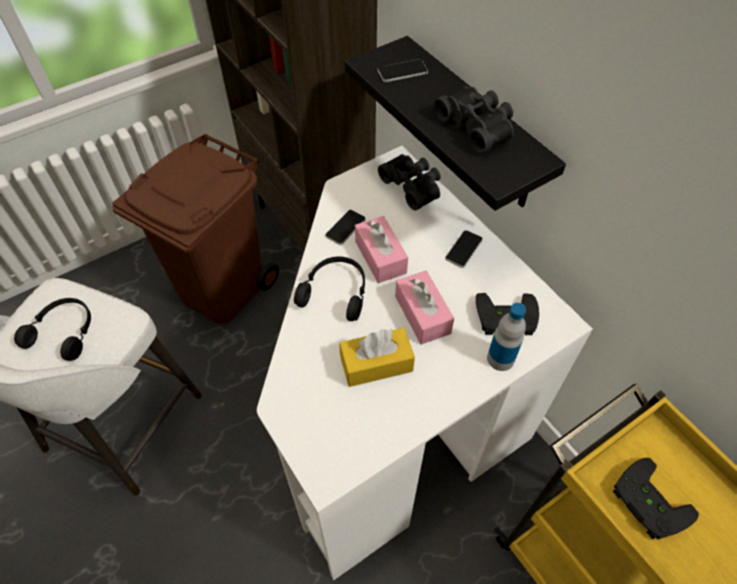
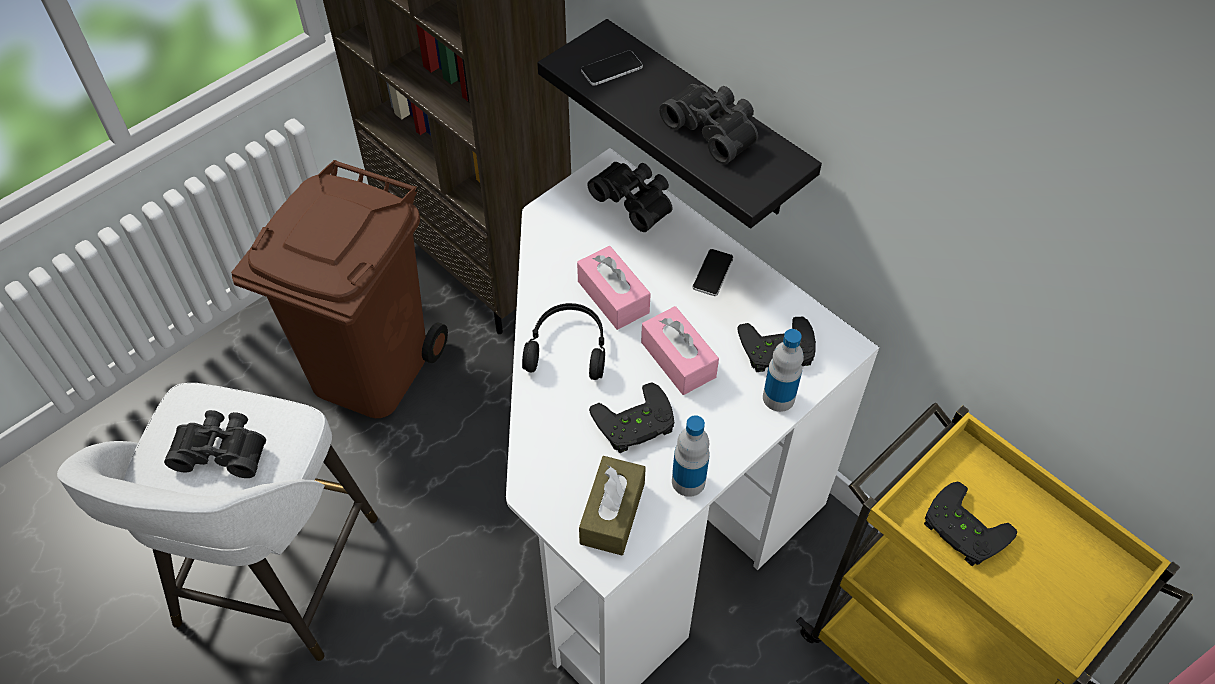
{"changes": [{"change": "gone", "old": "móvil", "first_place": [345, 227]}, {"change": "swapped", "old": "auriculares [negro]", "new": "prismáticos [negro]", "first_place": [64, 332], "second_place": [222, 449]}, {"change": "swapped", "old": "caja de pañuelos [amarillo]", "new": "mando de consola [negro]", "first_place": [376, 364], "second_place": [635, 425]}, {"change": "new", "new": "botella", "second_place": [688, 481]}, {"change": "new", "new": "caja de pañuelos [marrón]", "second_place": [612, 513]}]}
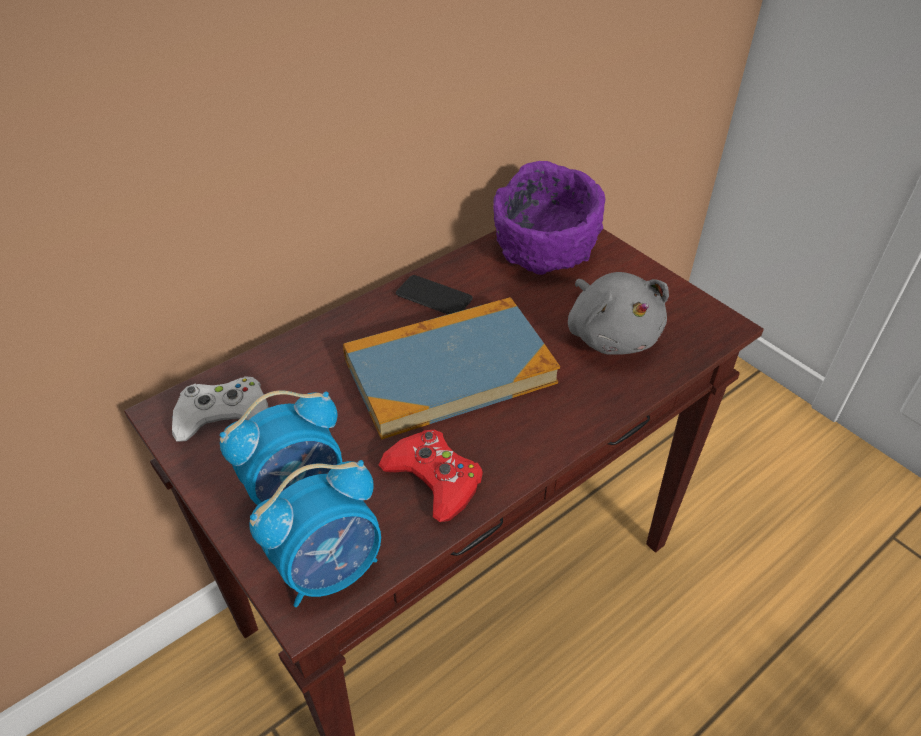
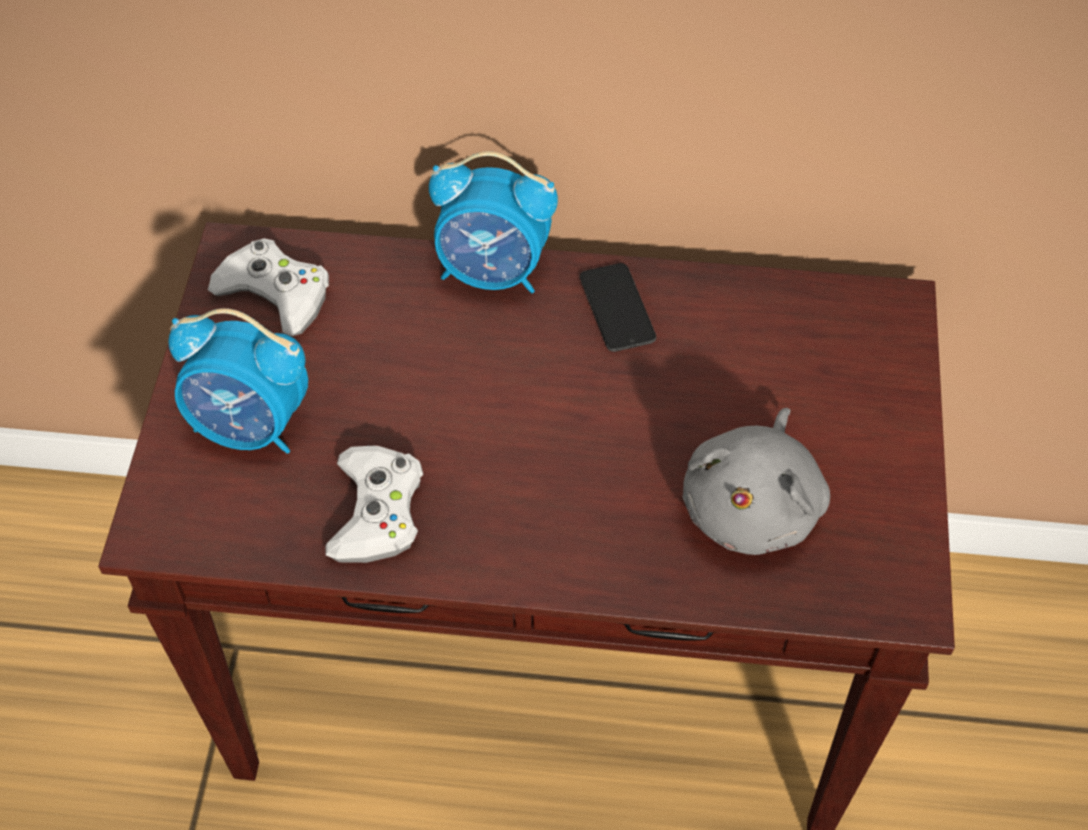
{"changes": [{"change": "gone", "old": "cuenco [morado]", "first_place": [545, 250]}, {"change": "gone", "old": "libro", "first_place": [449, 371]}, {"change": "repainted", "old": "mando de consola [rojo]", "new": "mando de consola [blanco]", "first_place": [434, 479], "second_place": [377, 511]}, {"change": "shifted", "old": "despertador", "first_place": [330, 569], "second_place": [493, 272]}]}
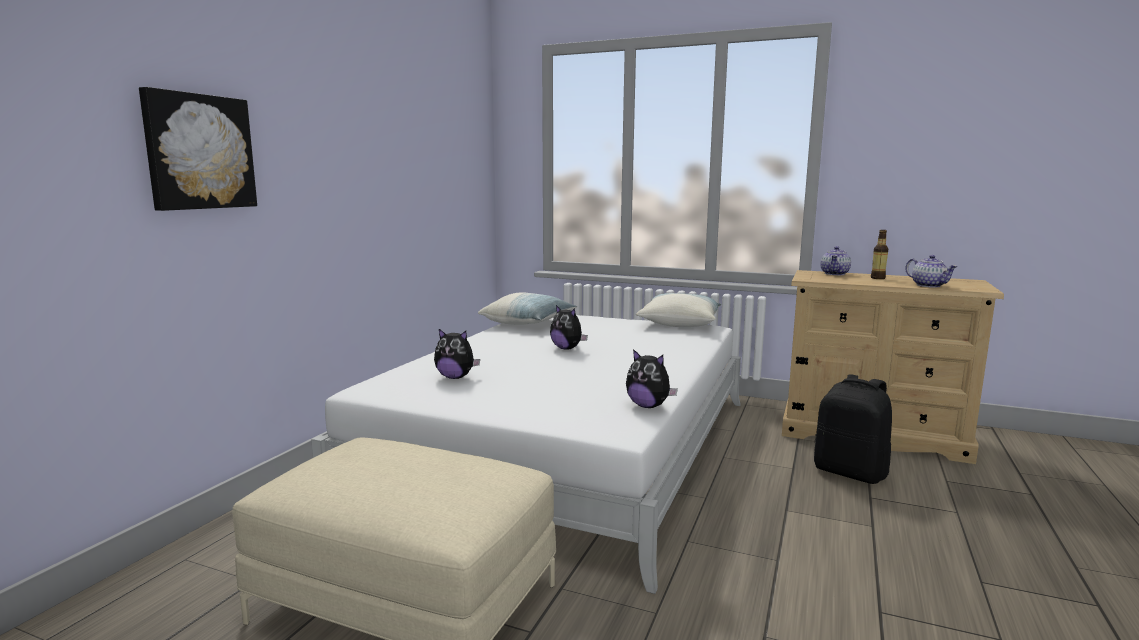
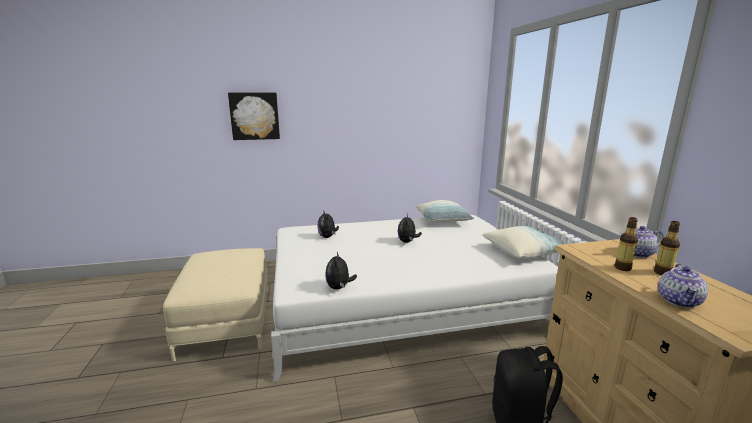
{"changes": [{"change": "new", "new": "botella", "second_place": [622, 268]}]}
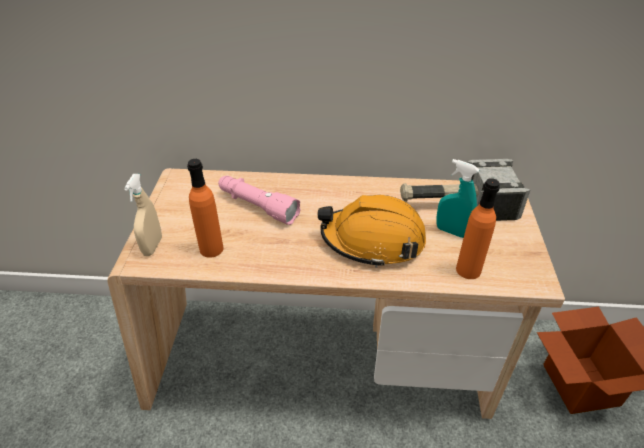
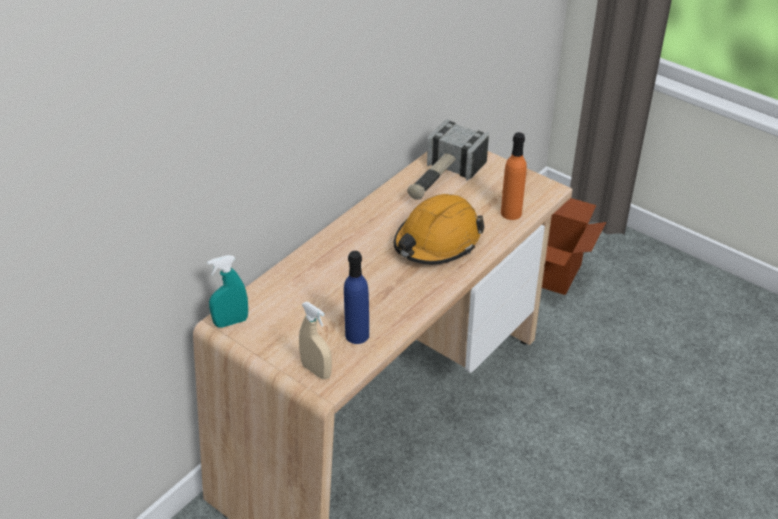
{"changes": [{"change": "repainted", "old": "botella [naranja]", "new": "botella [azul]", "first_place": [211, 249], "second_place": [357, 335]}, {"change": "shifted", "old": "pulverizador [turquesa]", "first_place": [451, 231], "second_place": [231, 322]}, {"change": "gone", "old": "linterna [rosa]", "first_place": [257, 206]}]}
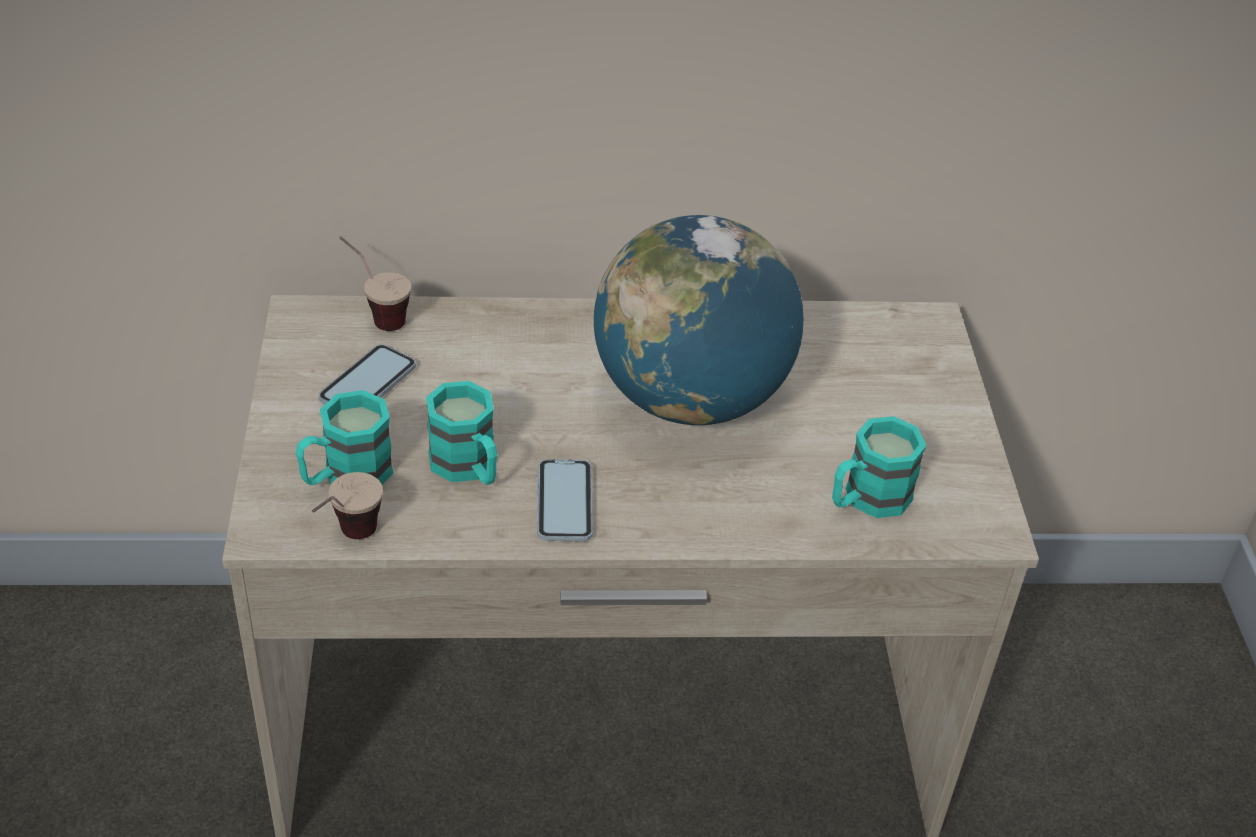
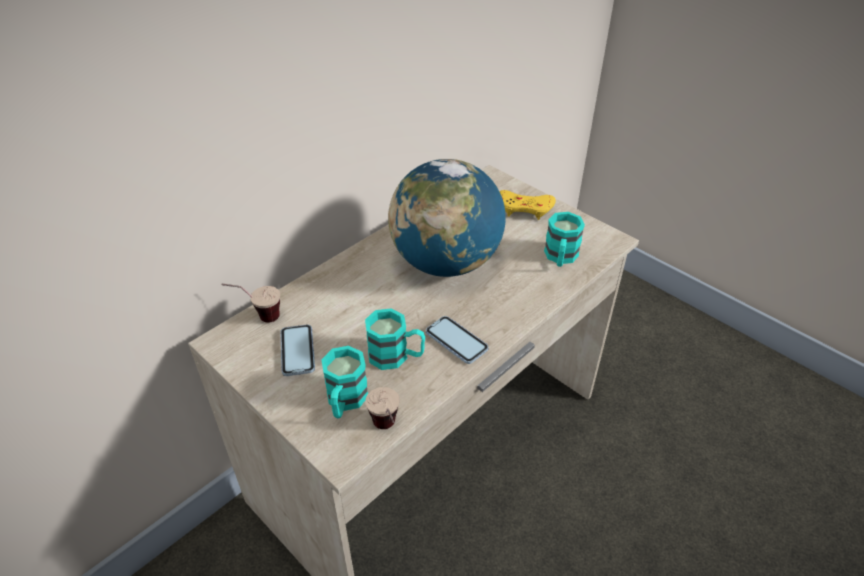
{"changes": [{"change": "new", "new": "mando de consola [amarillo]", "second_place": [525, 208]}]}
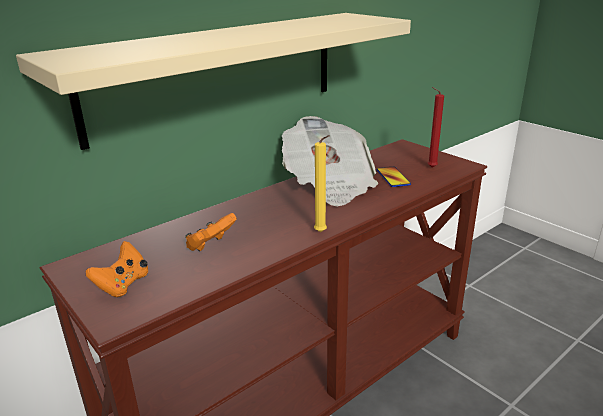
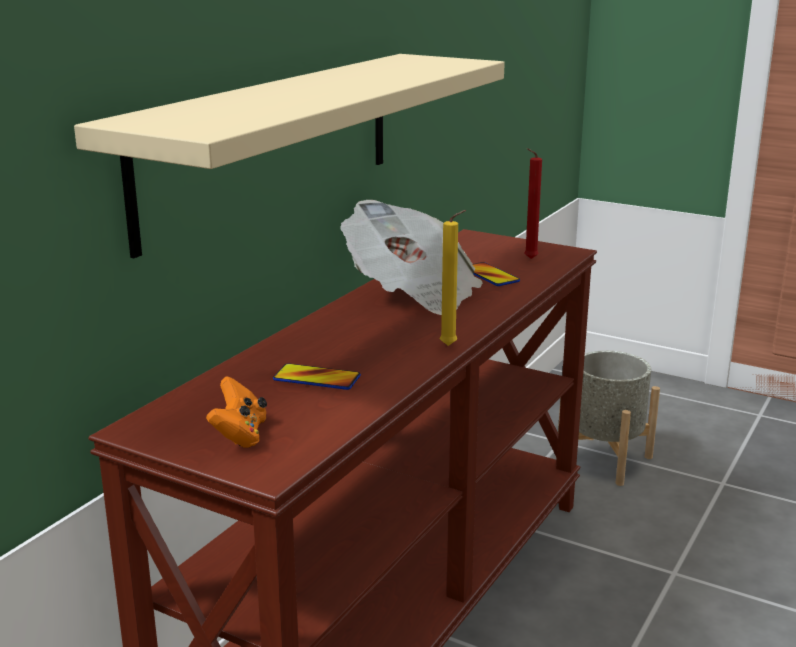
{"changes": [{"change": "swapped", "old": "mando de consola [naranja]", "new": "móvil", "first_place": [211, 245], "second_place": [317, 378]}, {"change": "new", "new": "maceta [gris]", "second_place": [604, 460]}]}
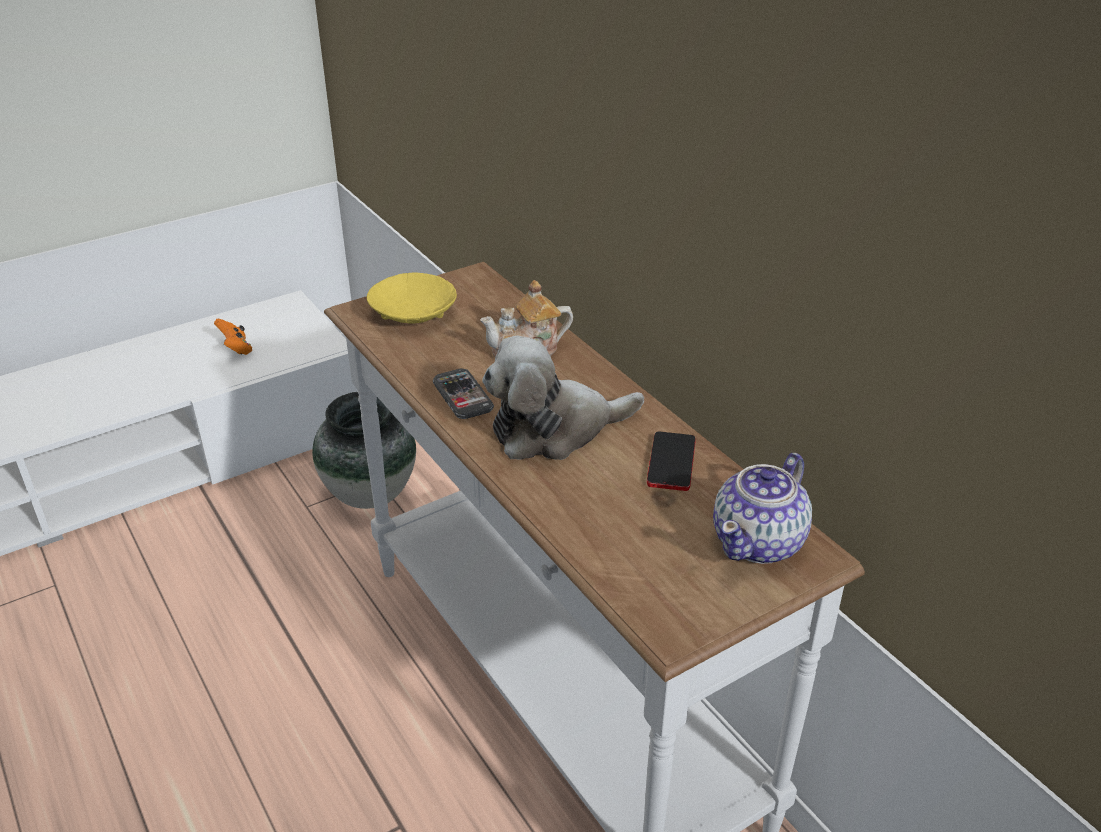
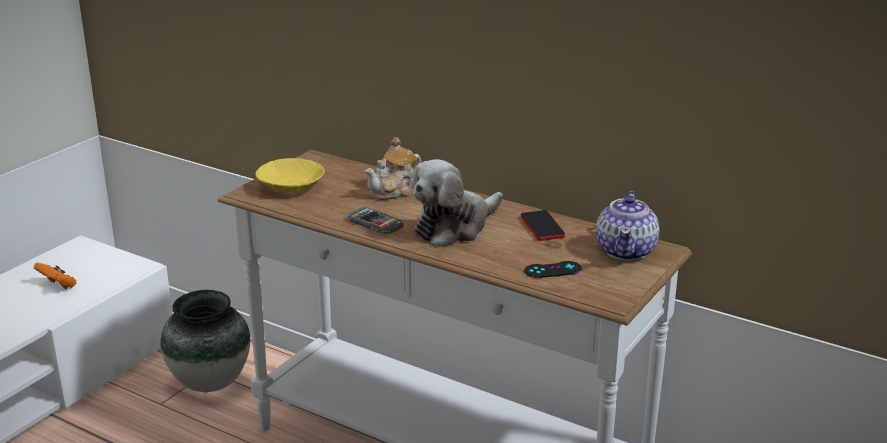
{"changes": [{"change": "new", "new": "mando de consola [negro]", "second_place": [553, 270]}]}
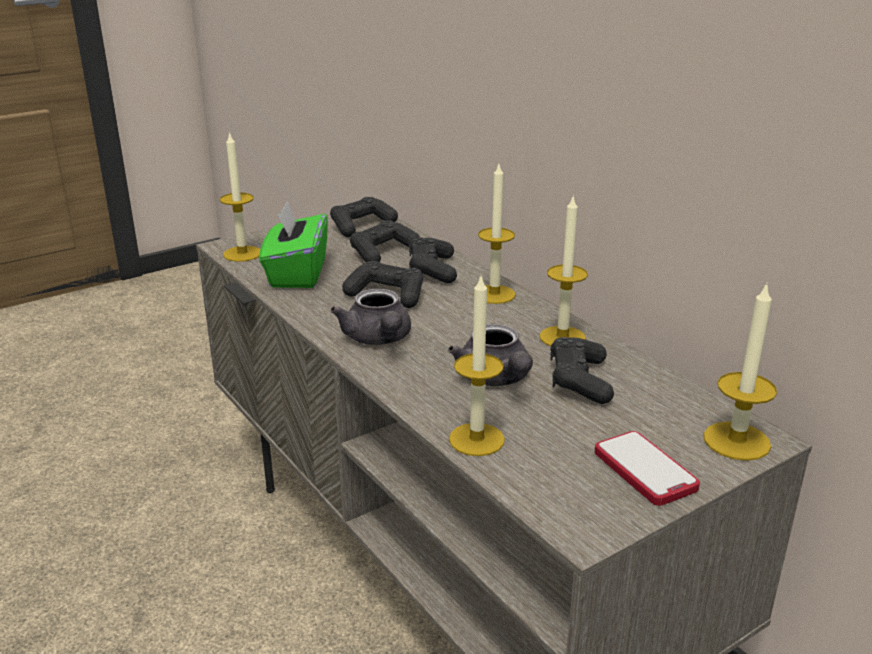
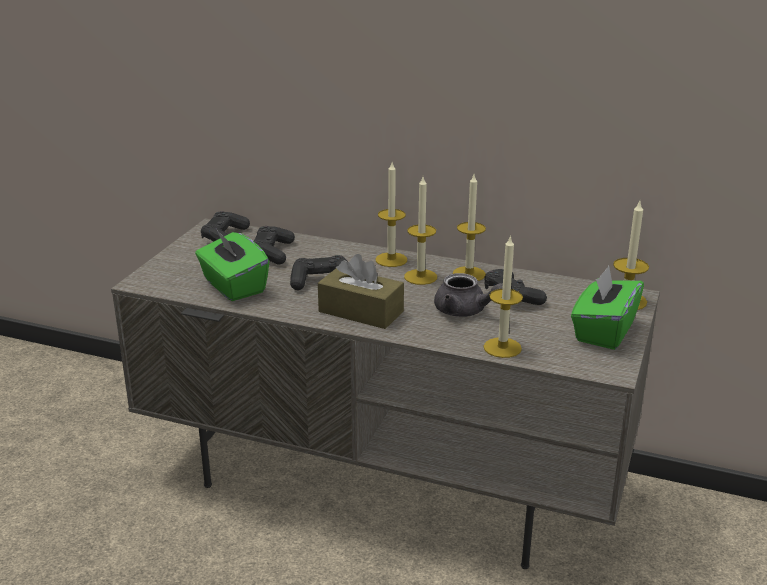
{"changes": [{"change": "shifted", "old": "vela", "first_place": [242, 254], "second_place": [420, 277]}, {"change": "gone", "old": "mando de consola [negro]", "first_place": [432, 270]}, {"change": "swapped", "old": "tetera [gris]", "new": "caja de pañuelos [marrón]", "first_place": [378, 339], "second_place": [361, 312]}, {"change": "swapped", "old": "móvil", "new": "caja de pañuelos [verde]", "first_place": [644, 470], "second_place": [603, 331]}]}
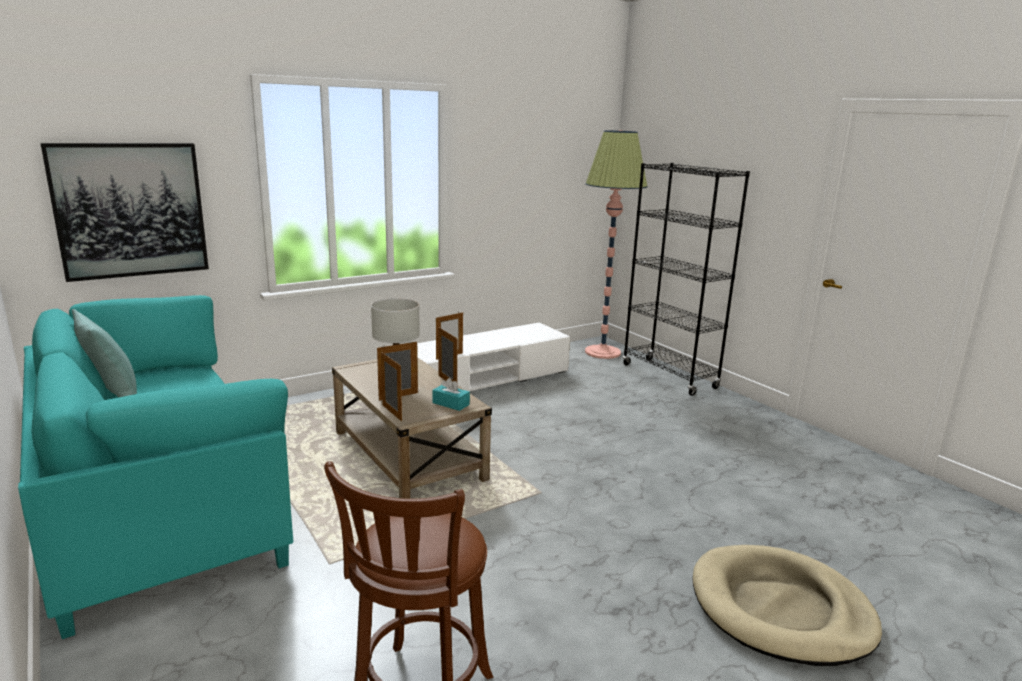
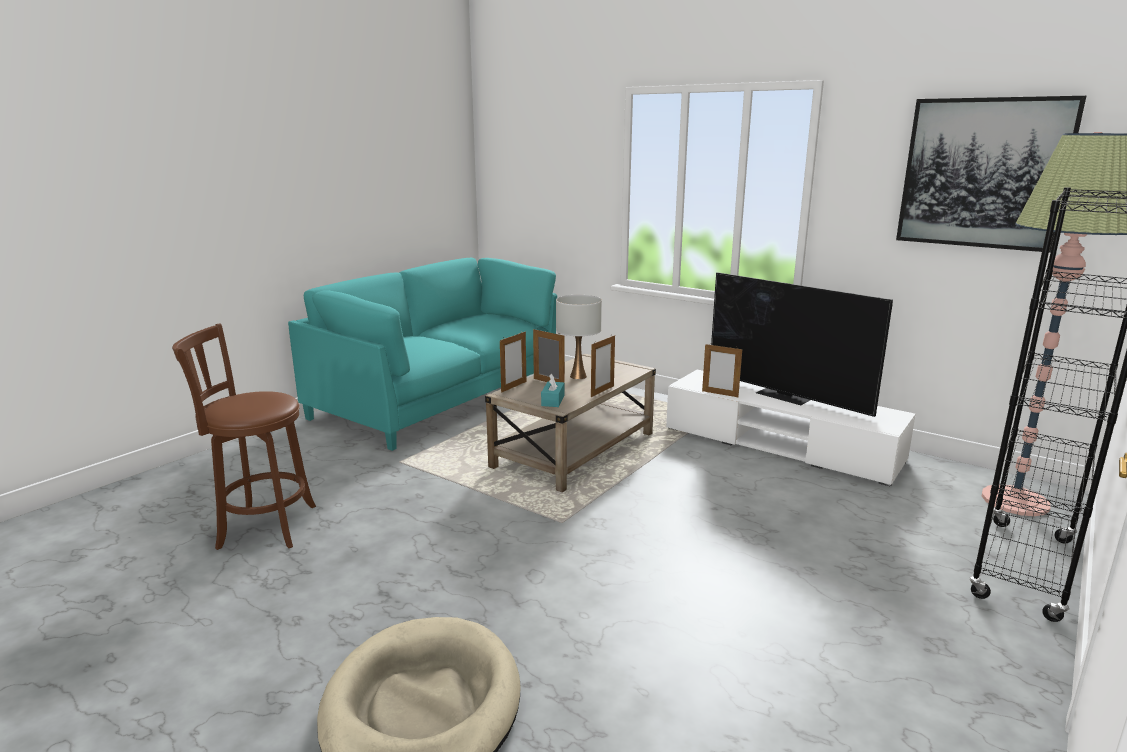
{"changes": [{"change": "shifted", "old": "cuadro", "first_place": [130, 210], "second_place": [983, 173]}, {"change": "gone", "old": "cojín [turquesa]", "first_place": [112, 396]}, {"change": "new", "new": "televisor", "second_place": [785, 395]}]}
